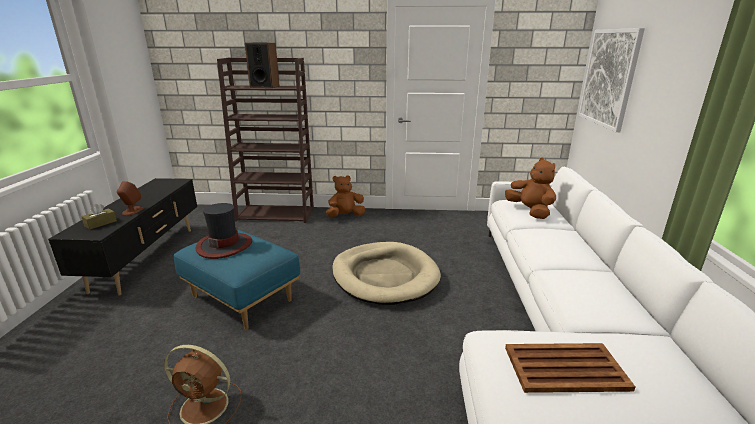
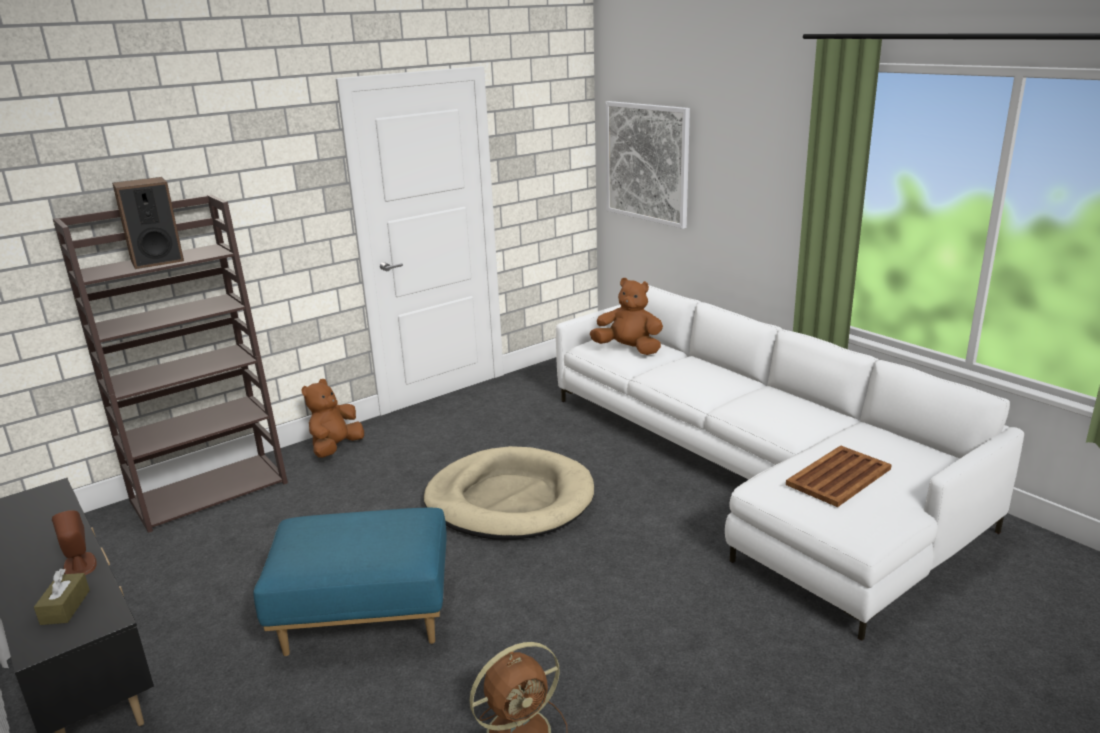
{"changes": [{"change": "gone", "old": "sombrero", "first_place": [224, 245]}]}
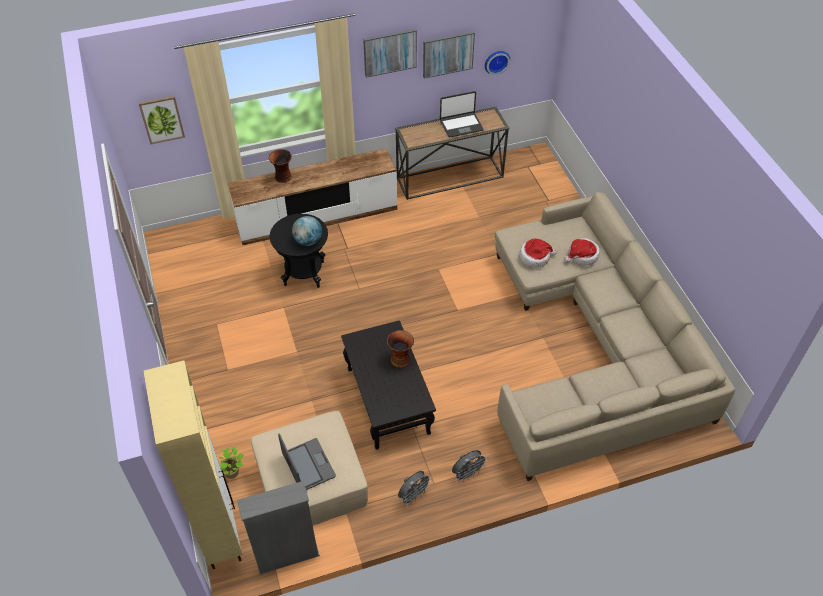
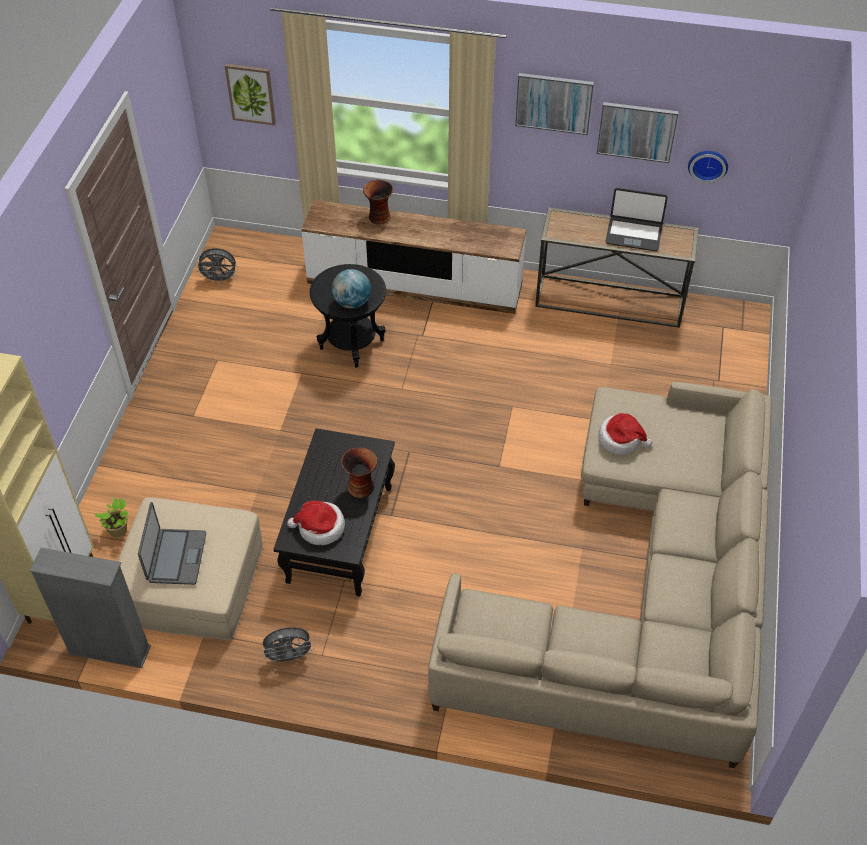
{"changes": [{"change": "shifted", "old": "sombrero", "first_place": [582, 256], "second_place": [320, 528]}, {"change": "shifted", "old": "ventilador [gris]", "first_place": [467, 474], "second_place": [220, 279]}]}
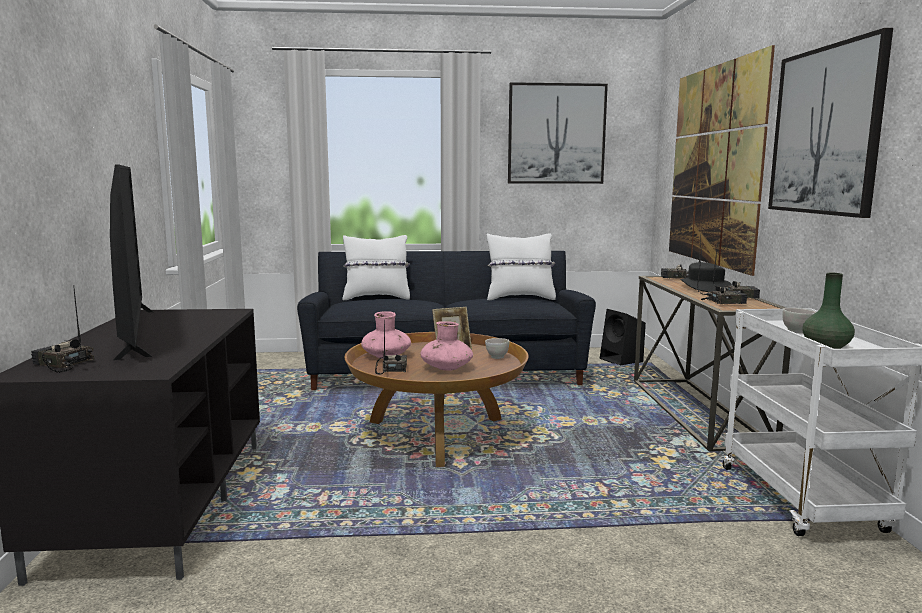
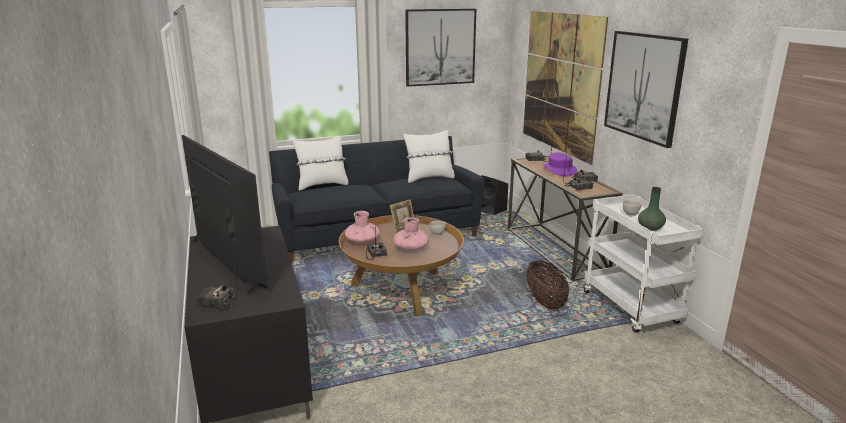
{"changes": [{"change": "repainted", "old": "sombrero [negro]", "new": "sombrero [morado]", "first_place": [705, 287], "second_place": [559, 170]}, {"change": "new", "new": "cesta", "second_place": [545, 302]}]}
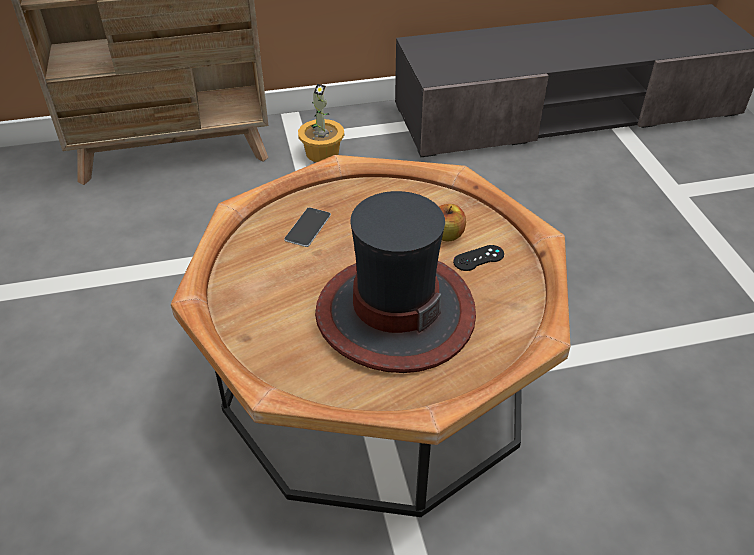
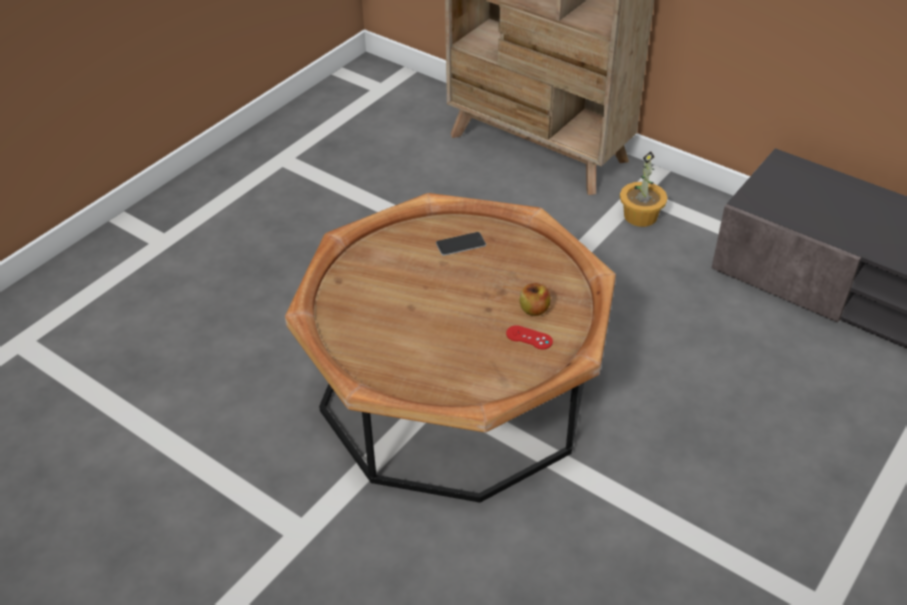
{"changes": [{"change": "gone", "old": "sombrero", "first_place": [394, 313]}, {"change": "repainted", "old": "mando de consola [negro]", "new": "mando de consola [rojo]", "first_place": [478, 258], "second_place": [529, 337]}]}
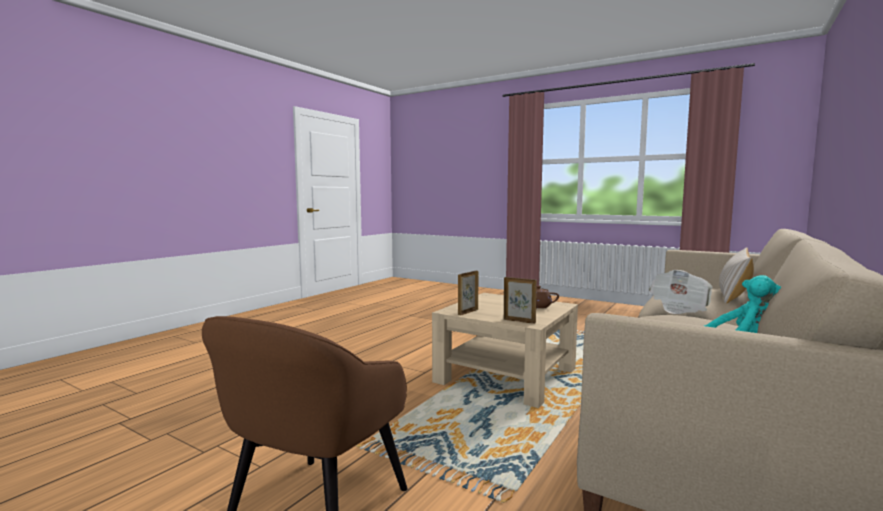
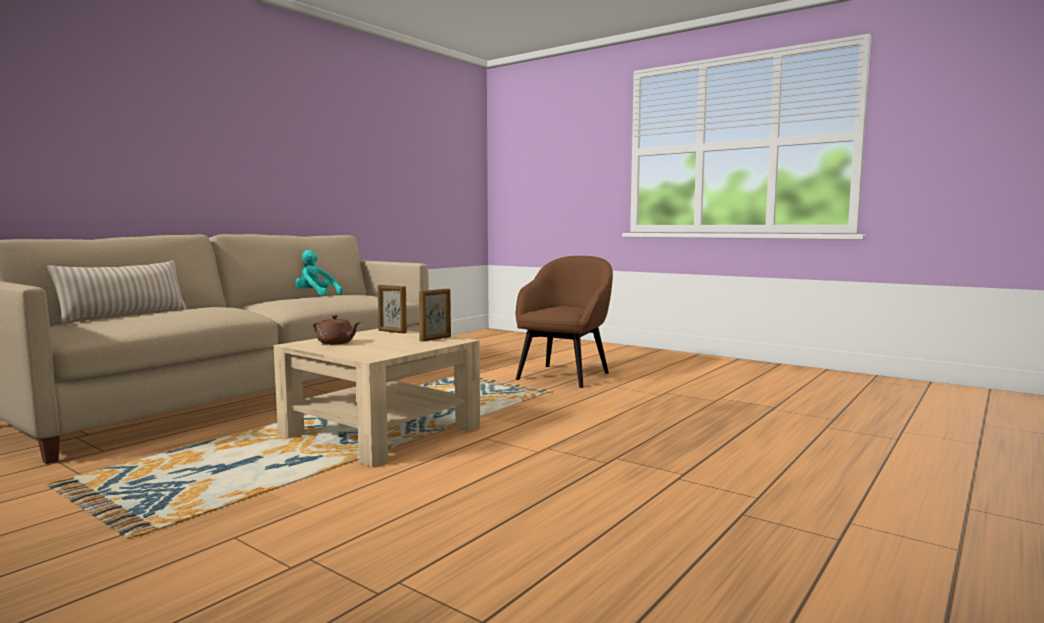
{"changes": [{"change": "gone", "old": "periódico", "first_place": [678, 307]}]}
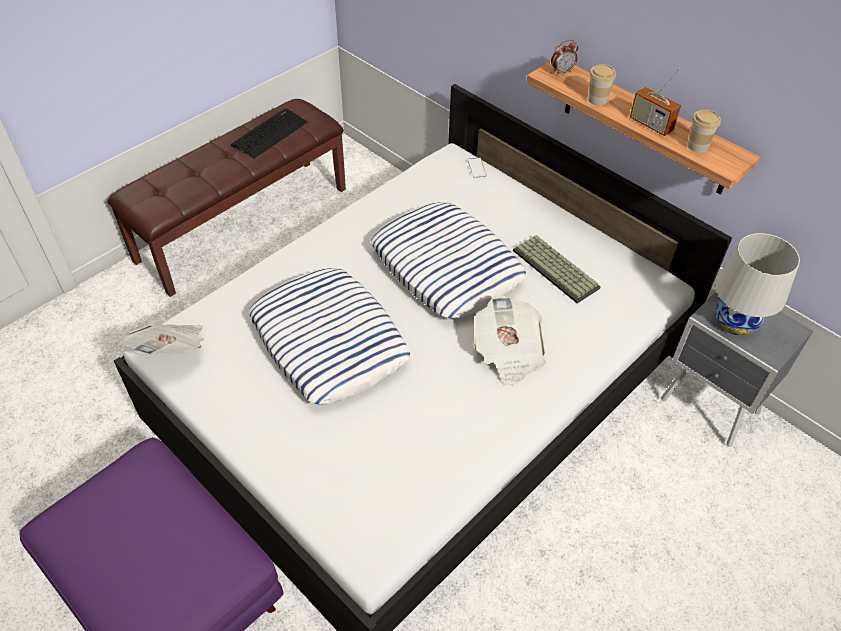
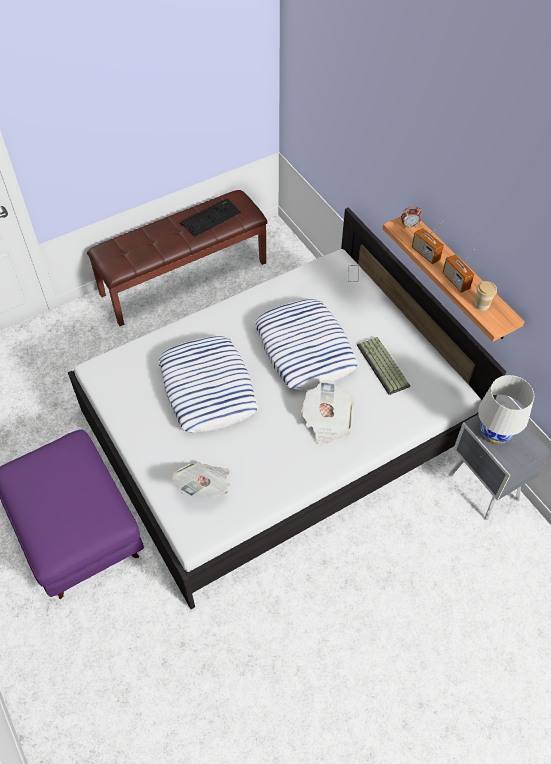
{"changes": [{"change": "swapped", "old": "taza", "new": "radio", "first_place": [597, 99], "second_place": [425, 254]}, {"change": "shifted", "old": "periódico", "first_place": [172, 351], "second_place": [205, 487]}]}
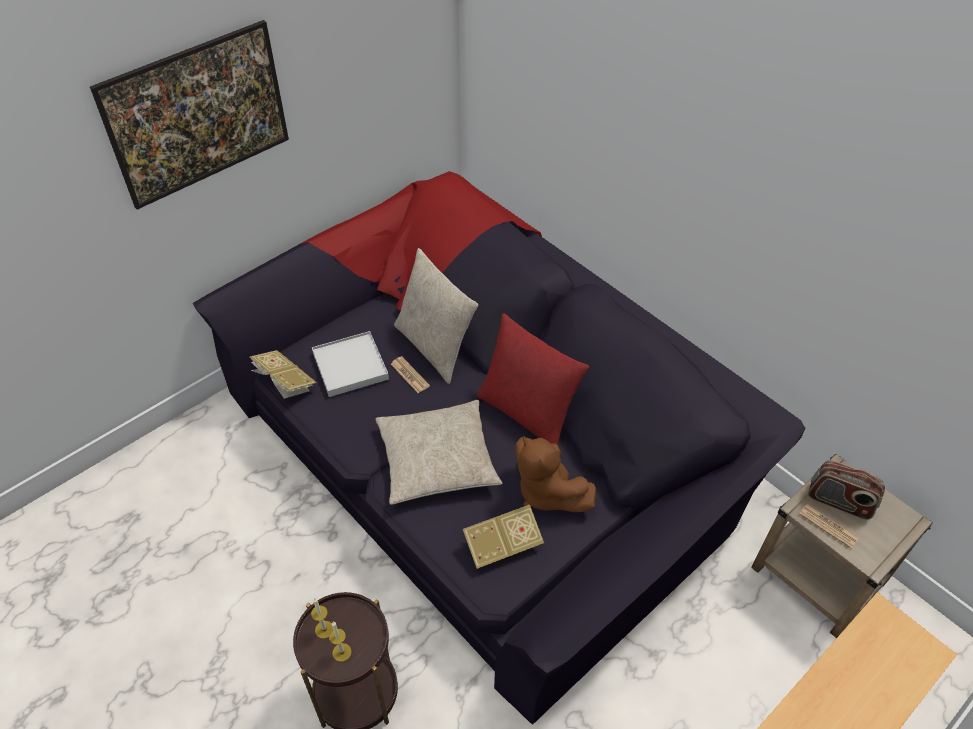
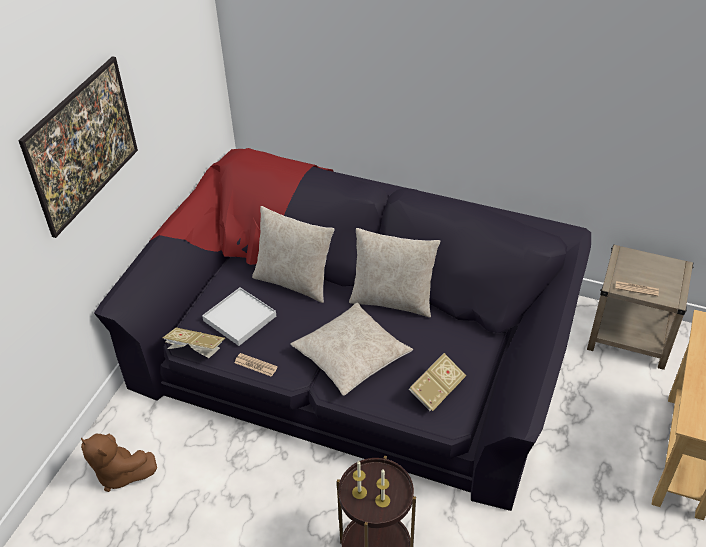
{"changes": [{"change": "repainted", "old": "cojín [rojo]", "new": "cojín [beis]", "first_place": [527, 412], "second_place": [392, 300]}, {"change": "shifted", "old": "periódico", "first_place": [409, 375], "second_place": [255, 365]}, {"change": "shifted", "old": "peluche [marrón]", "first_place": [546, 492], "second_place": [119, 473]}, {"change": "gone", "old": "radio", "first_place": [839, 502]}]}
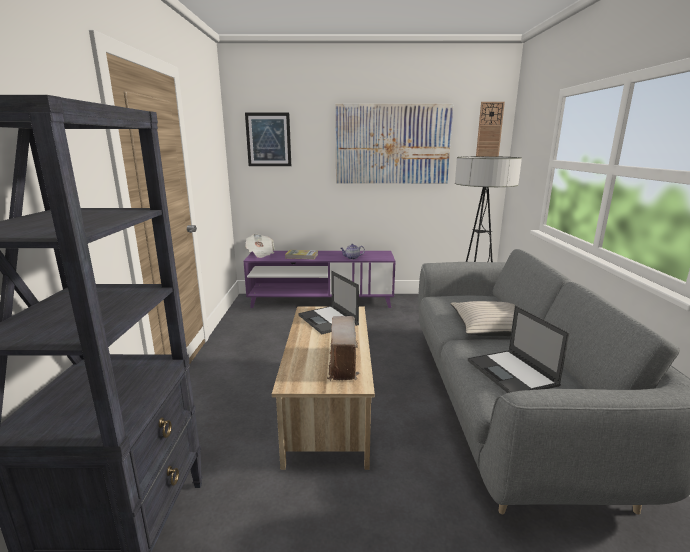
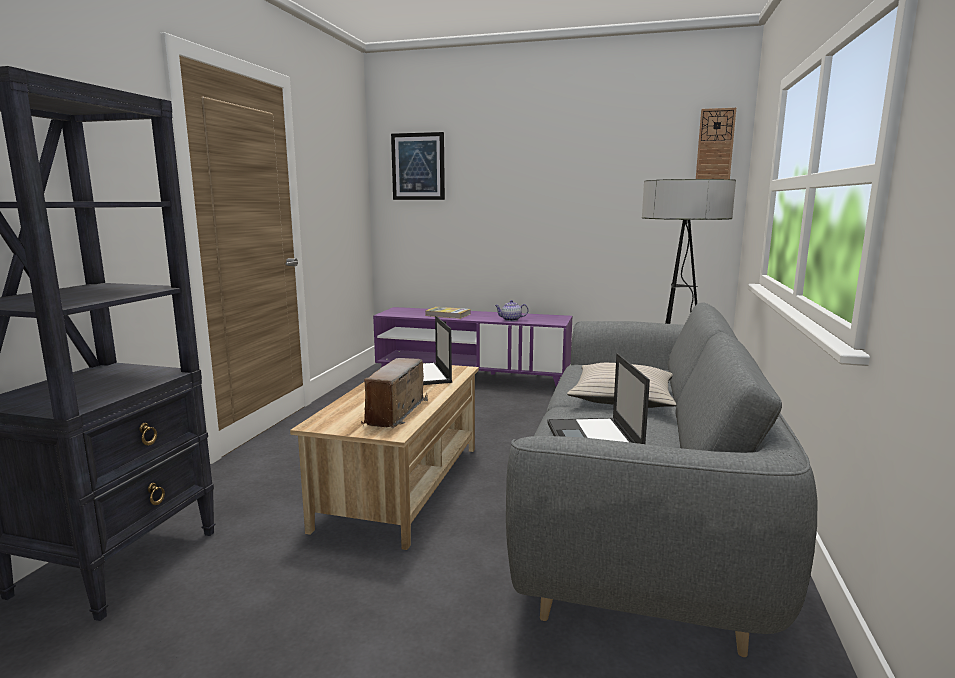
{"changes": [{"change": "gone", "old": "cuadro", "first_place": [392, 144]}, {"change": "gone", "old": "periódico", "first_place": [260, 253]}]}
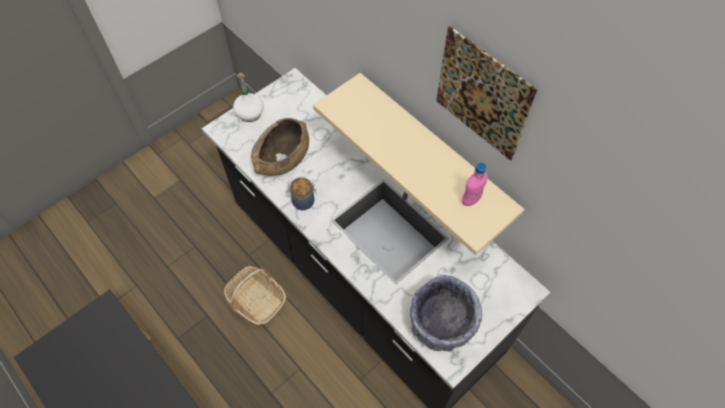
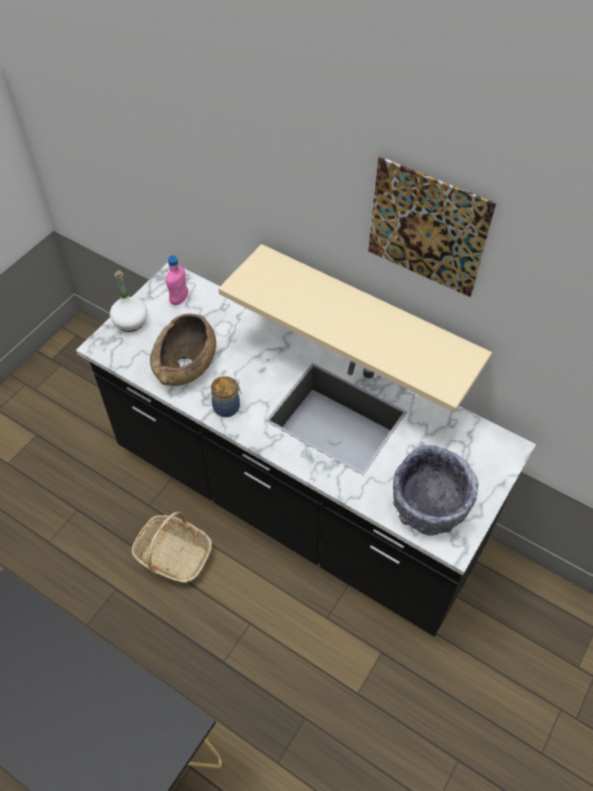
{"changes": [{"change": "shifted", "old": "botella [rosa]", "first_place": [471, 199], "second_place": [179, 299]}]}
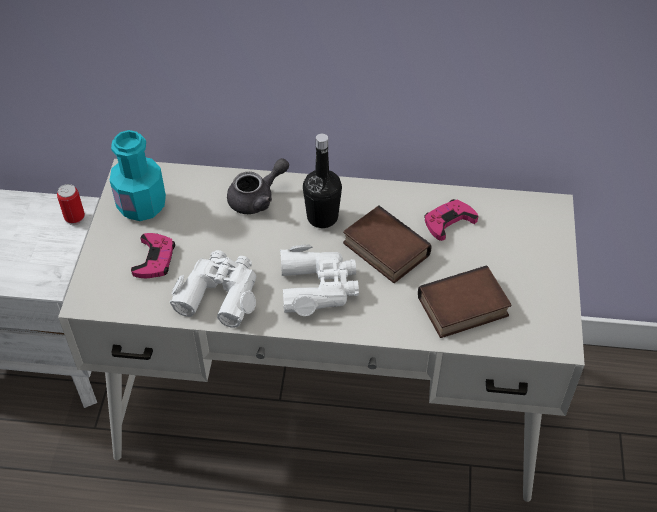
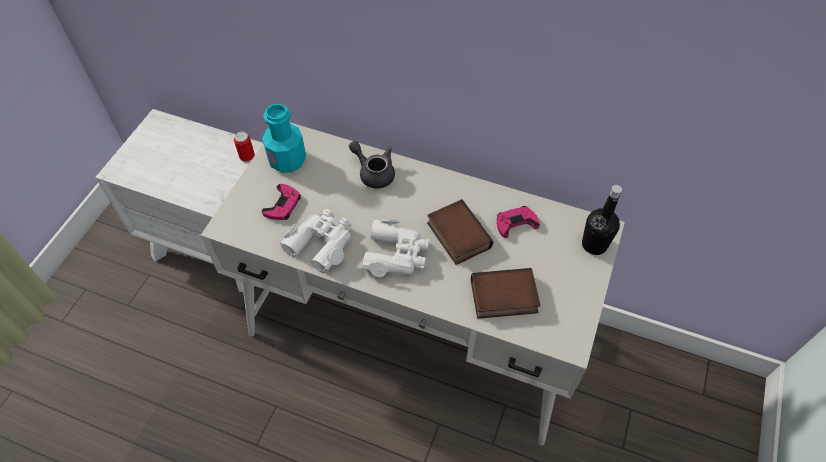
{"changes": [{"change": "shifted", "old": "botella [negro]", "first_place": [322, 217], "second_place": [594, 245]}, {"change": "rotated", "old": "tetera [gris]", "first_place": [257, 198], "second_place": [374, 173], "degrees": -120}]}
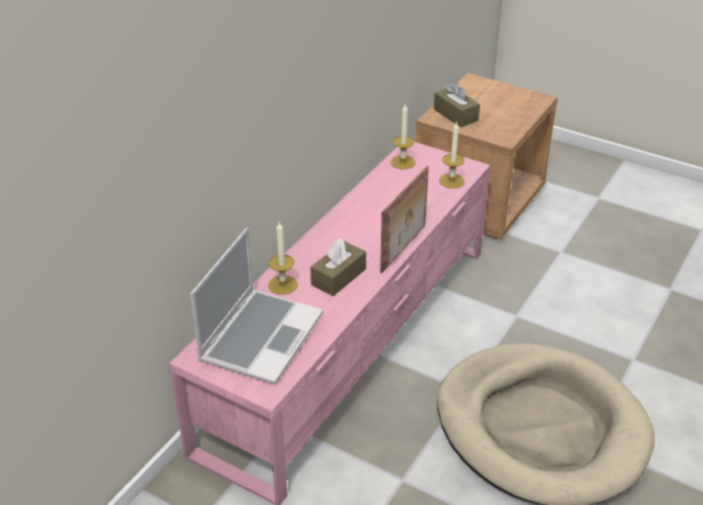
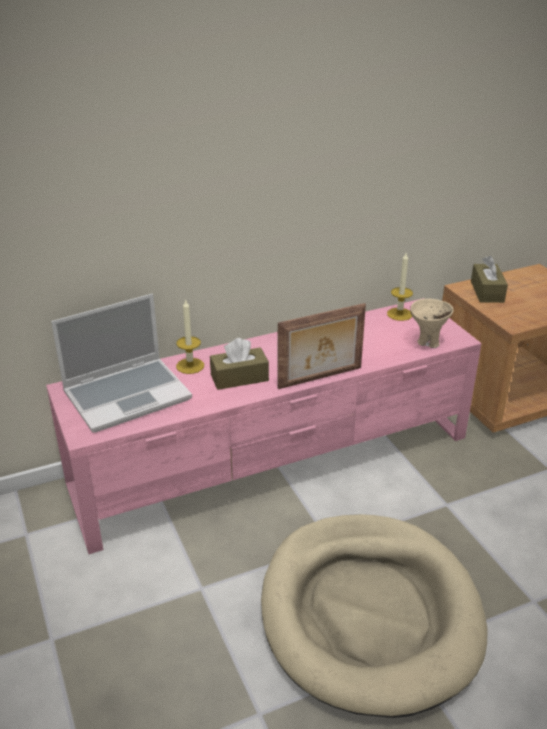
{"changes": [{"change": "swapped", "old": "vela", "new": "cuenco [beis]", "first_place": [451, 181], "second_place": [428, 343]}]}
